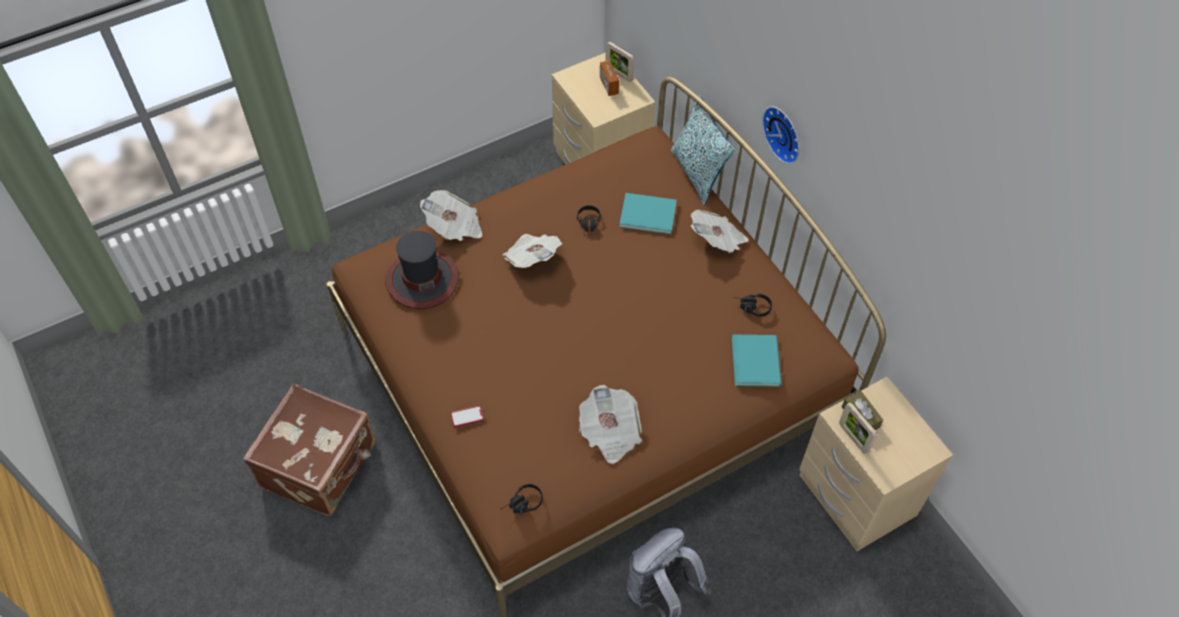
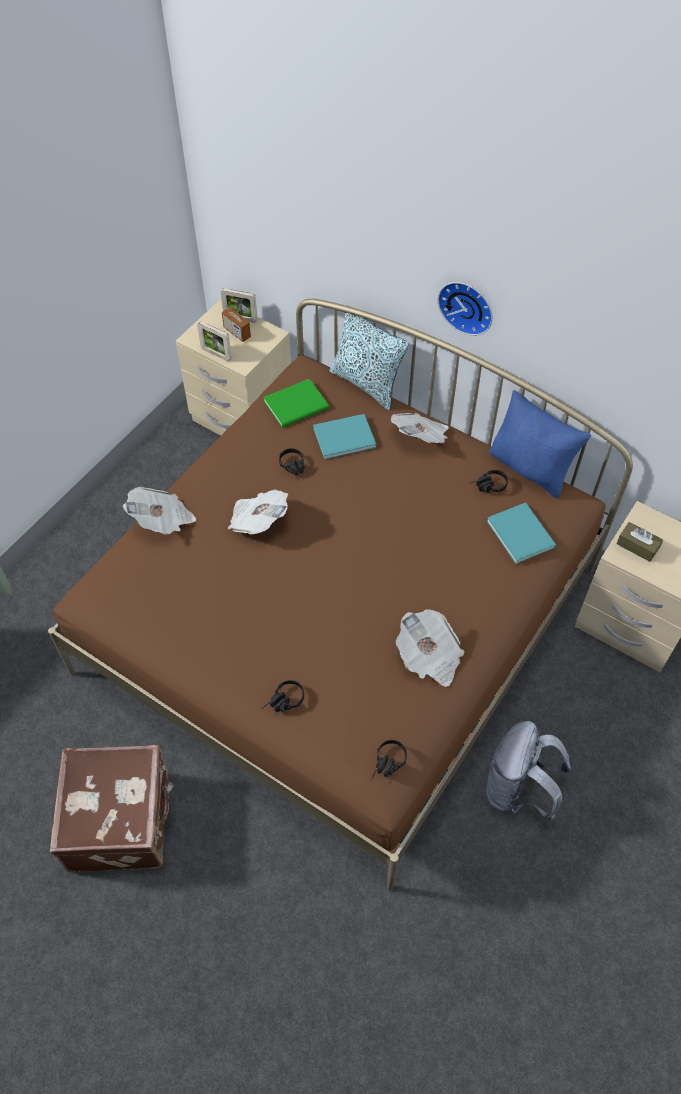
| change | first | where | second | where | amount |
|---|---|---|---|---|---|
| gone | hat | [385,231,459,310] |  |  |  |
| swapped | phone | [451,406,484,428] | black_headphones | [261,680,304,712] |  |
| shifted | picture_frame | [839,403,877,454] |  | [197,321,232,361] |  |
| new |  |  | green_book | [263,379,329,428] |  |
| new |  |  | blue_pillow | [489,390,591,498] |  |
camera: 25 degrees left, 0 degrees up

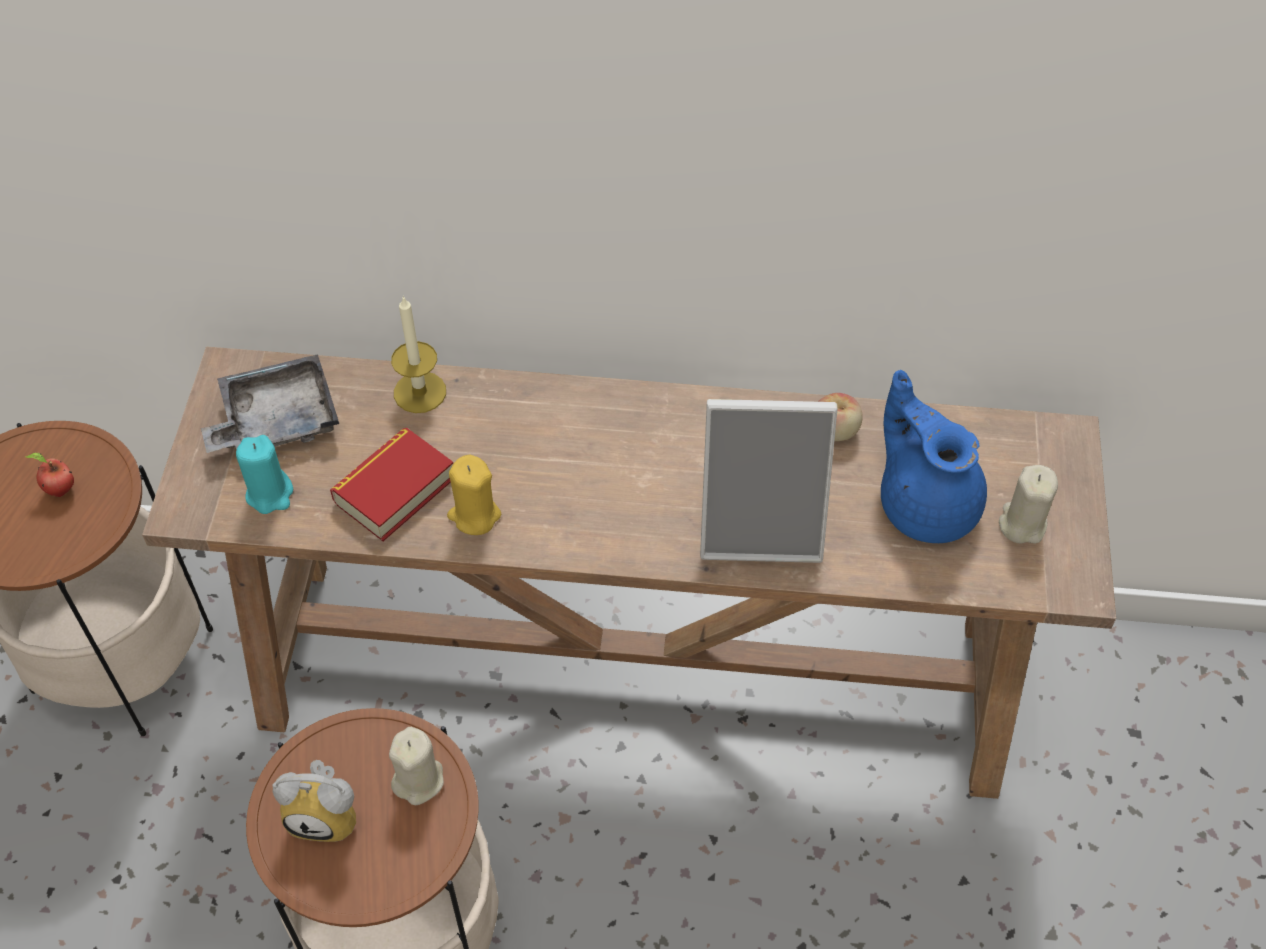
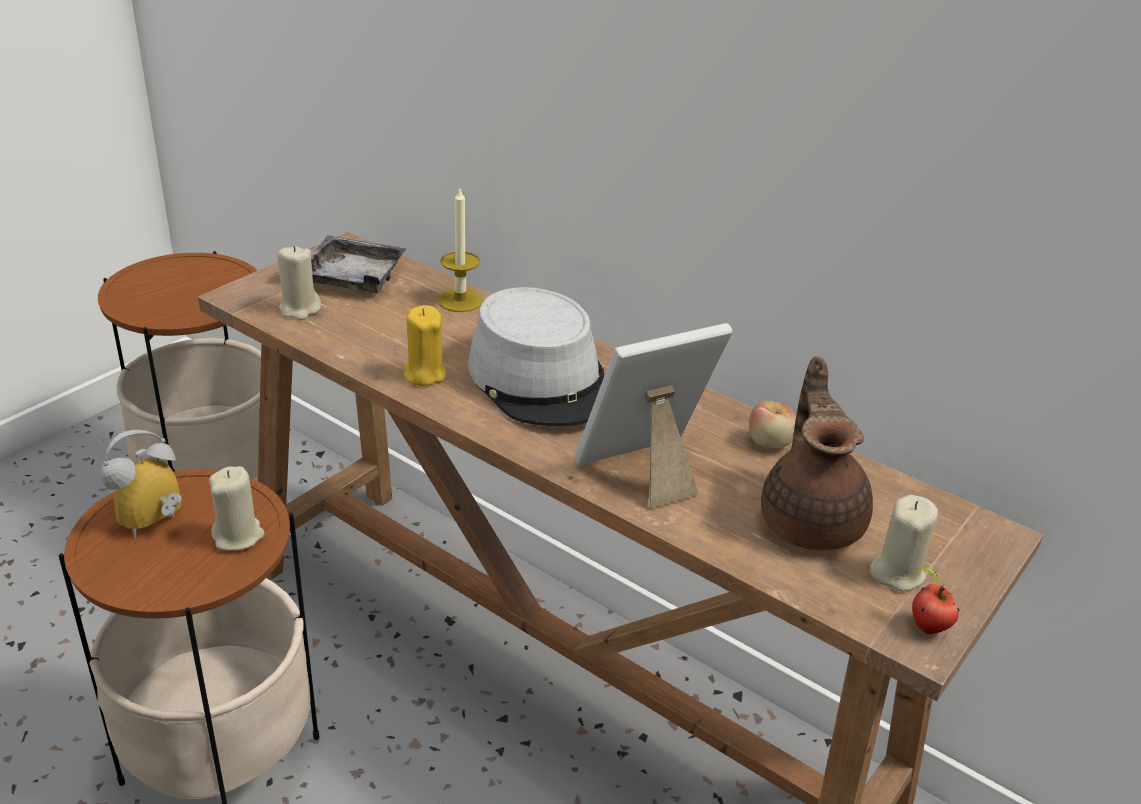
| change | first | where | second | where | amount |
|---|---|---|---|---|---|
| shifted | apple | [25,452,74,497] |  | [912,567,959,634] |  |
| repainted | turquoise_candle | [236,435,293,514] | beige_candle | [277,246,321,320] |  |
| rotated | alarm_clock | [272,760,356,842] |  | [100,430,182,538] | 90 degrees clockwise |
| gone | book | [330,428,453,541] |  |  |  |
| rotated | picture_frame | [700,399,838,563] |  | [575,323,732,509] | 120 degrees clockwise |
| repainted | blue_teapot | [881,370,987,543] | brown_teapot | [761,356,873,551] |  |
| new |  |  | grey_hat | [468,287,604,426] |  |
camera: 30 degrees right, 20 degrees down

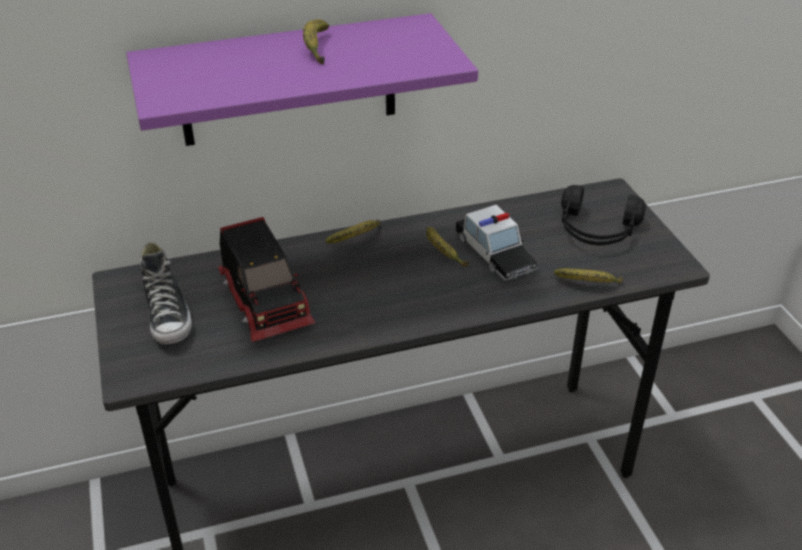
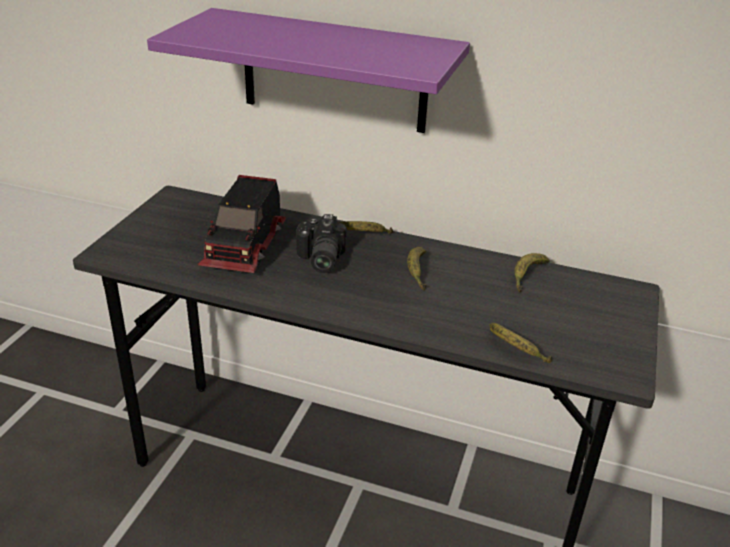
| change | first | where | second | where | amount |
|---|---|---|---|---|---|
| gone | shoe | [140,242,192,344] |  |  |  |
| shifted | banana | [303,19,329,65] |  | [514,253,550,293] |  |
| gone | toy_car | [456,205,538,281] |  |  |  |
| gone | black_headphones | [561,185,646,245] |  |  |  |
| new |  |  | photo_camera | [296,214,347,273] |  |
camera: 35 degrees right, 5 degrees down

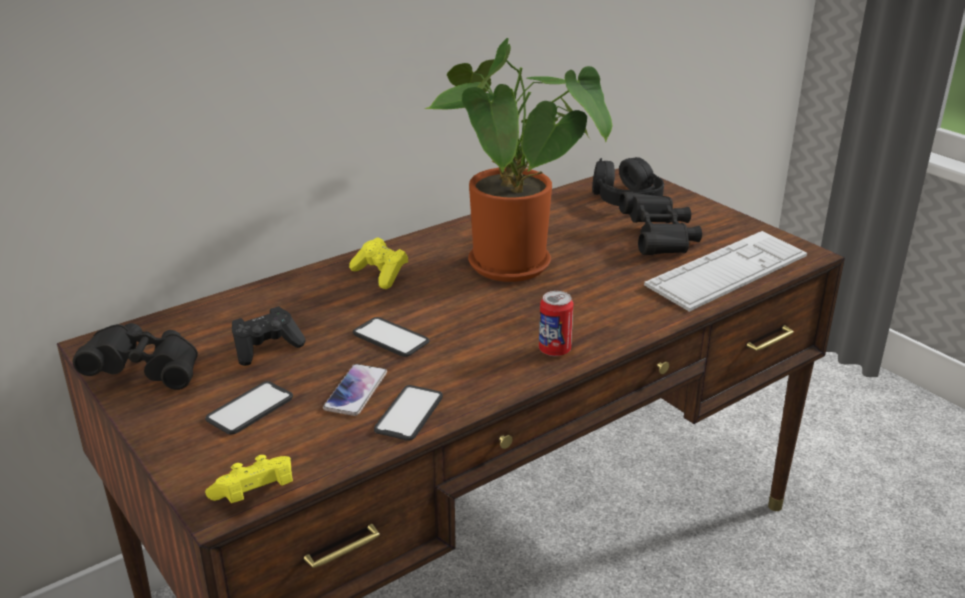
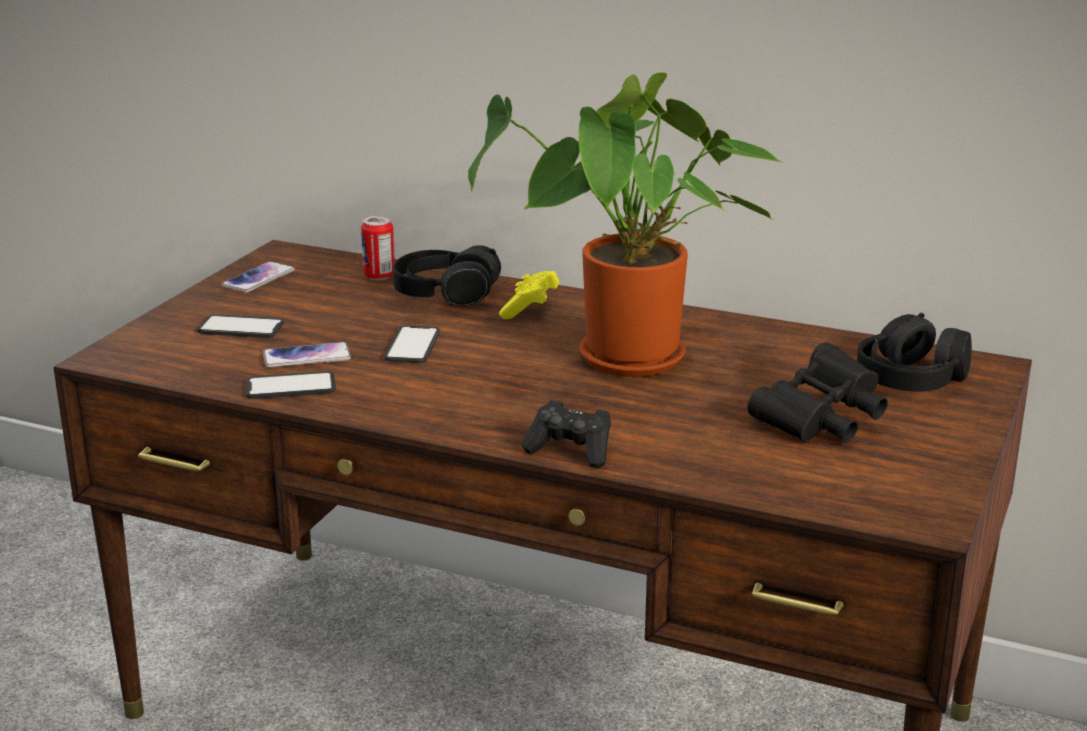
| change | first | where | second | where | amount |
|---|---|---|---|---|---|
| swapped | black_binoculars | [73,323,198,390] | phone | [221,262,295,293] |  |
| gone | yellow_game_controller | [205,455,293,503] |  |  |  |
| shifted | black_game_controller | [232,306,306,366] |  | [522,400,611,468] |  |
| shifted | can | [539,291,573,356] |  | [361,216,395,280] |  |
| gone | keyboard | [644,231,807,312] |  |  |  |
| new |  |  | black_headphones | [393,245,501,306] |  |
camera: 60 degrees right, 5 degrees down

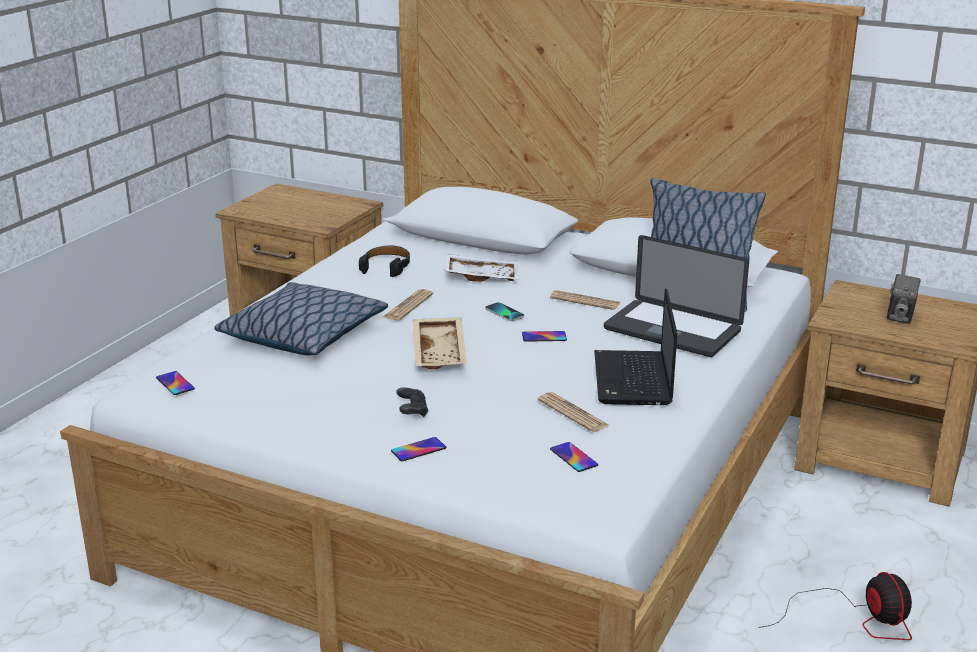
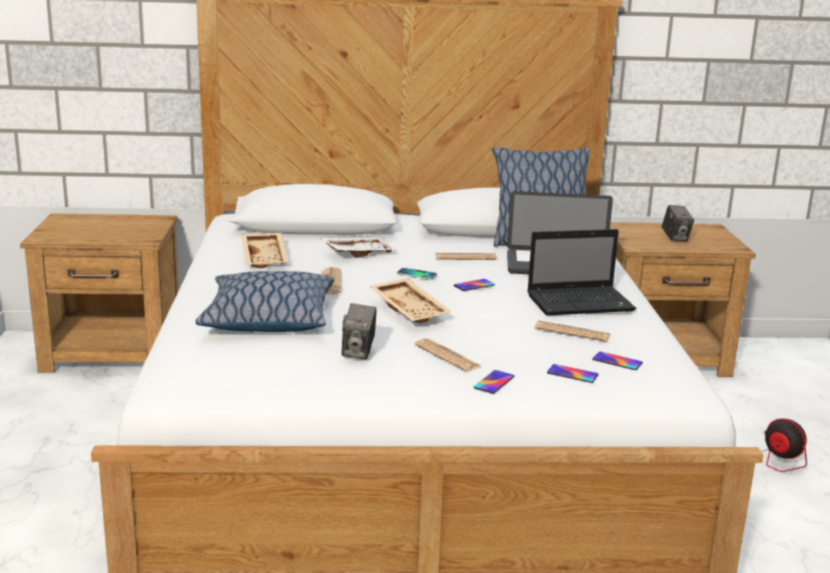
| change | first | where | second | where | amount |
|---|---|---|---|---|---|
| shifted | phone | [156,371,195,395] |  | [547,364,599,383] |  |
| swapped | black_headphones | [359,246,410,277] | beige_tray | [241,233,289,268] |  |
| swapped | black_game_controller | [396,388,428,417] | newspaper | [414,338,482,372] |  |
| rotated | laptop | [594,289,677,405] |  | [527,229,636,315] | 75 degrees counterclockwise |
| new |  |  | photo_camera | [342,303,377,359] |  |
camera: 30 degrees left, 5 degrees down

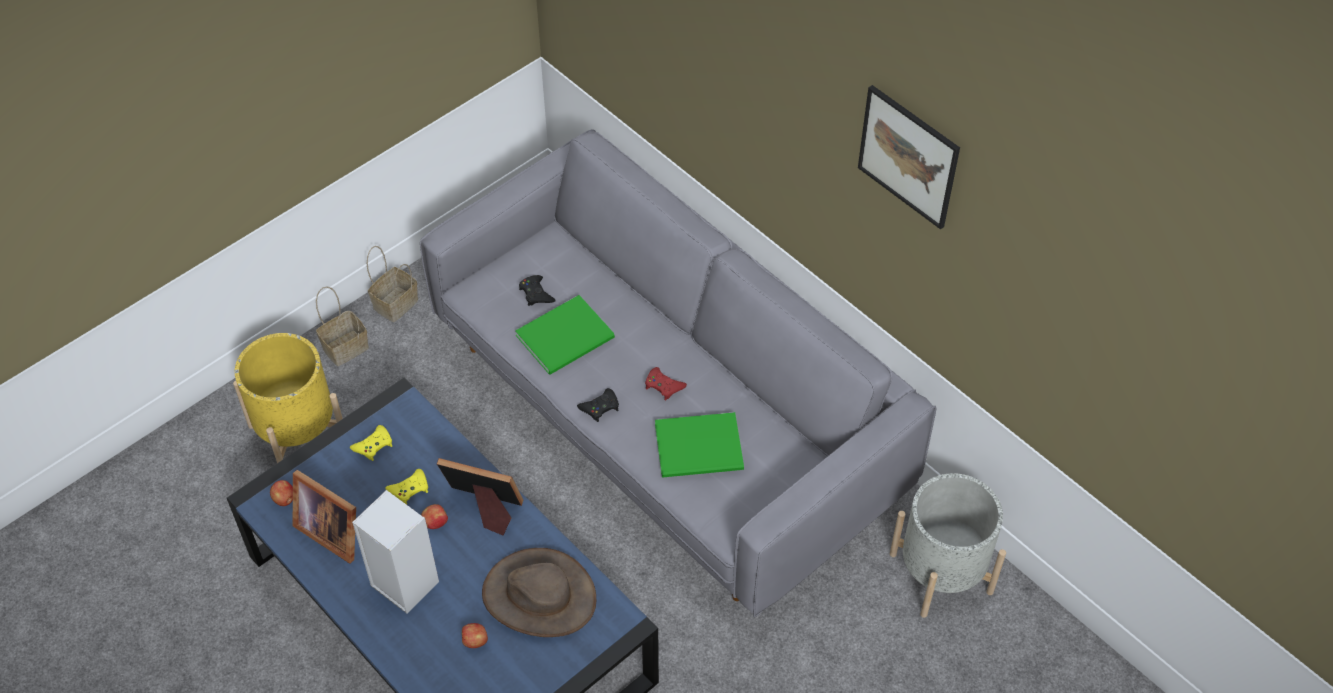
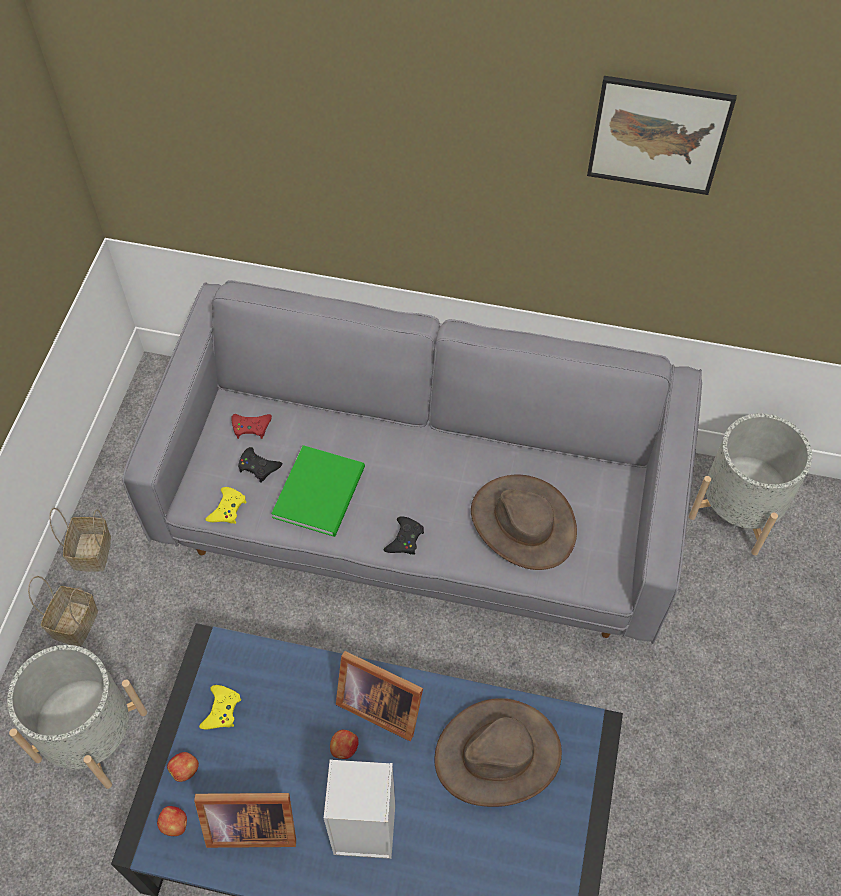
| change | first | where | second | where | amount |
|---|---|---|---|---|---|
| repainted | yellow_planter | [233,333,343,463] | grey_planter | [7,645,147,789] |  |
| shifted | yellow_game_controller | [385,469,428,505] |  | [205,487,246,524] |  |
| rotated | picture_frame | [437,458,523,535] |  | [336,651,423,741] | 135 degrees counterclockwise |
| shifted | apple | [462,623,488,648] |  | [167,752,199,782] |  |
| shifted | red_game_controller | [645,367,687,400] |  | [231,414,272,439] |  |
| swapped | green_book | [655,412,744,478] | brown_hat | [471,475,577,570] |  |
camera: 35 degrees left, 5 degrees up

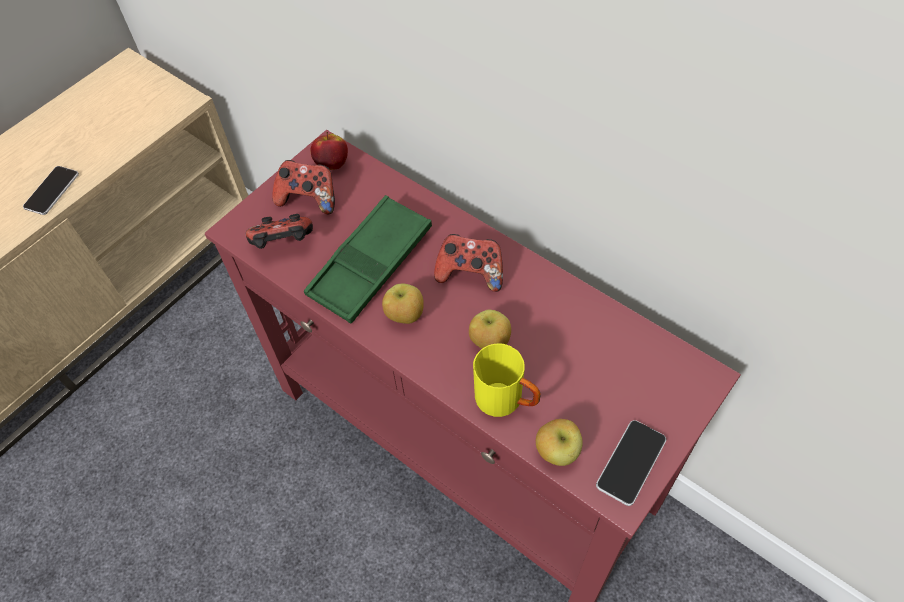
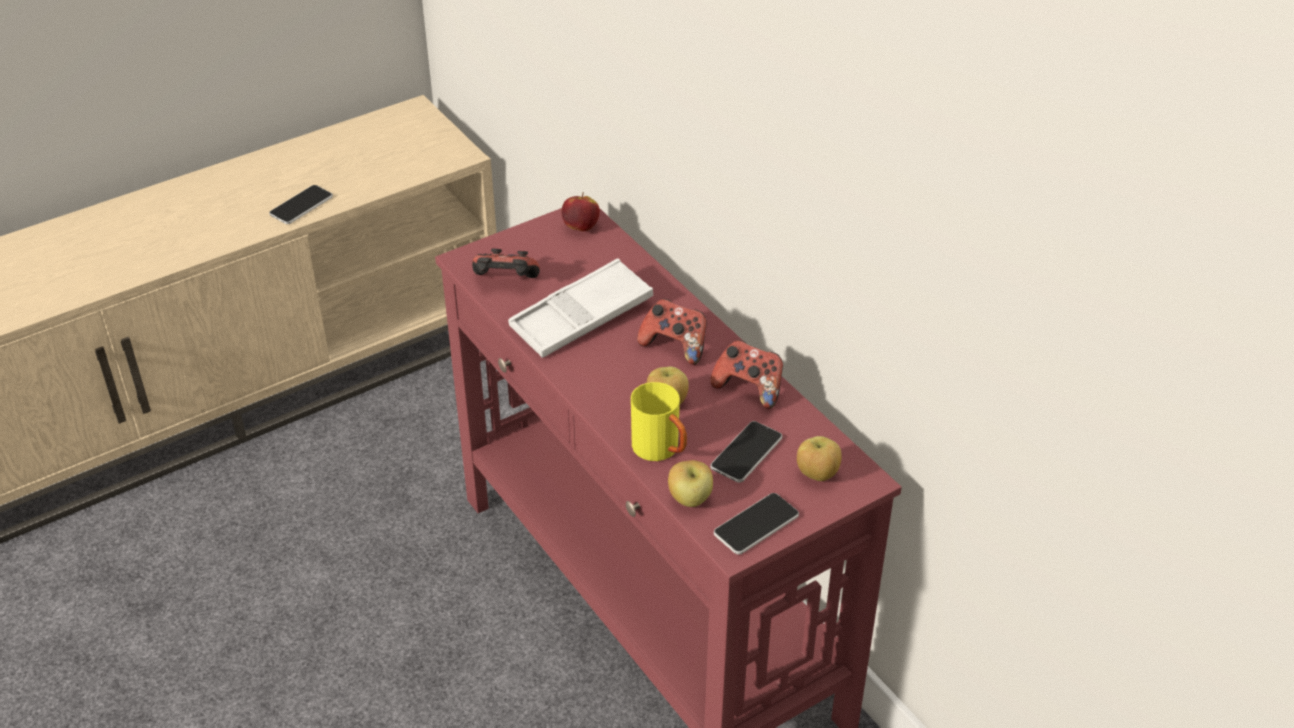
| change | first | where | second | where | amount |
|---|---|---|---|---|---|
| shifted | game_controller | [272,160,335,214] |  | [710,340,783,409] |  |
| repainted | green_tray | [304,195,432,324] | white_tray | [508,258,653,358] |  |
| shifted | apple | [382,283,424,324] |  | [797,436,842,481] |  |
| new |  |  | phone | [711,421,782,483] |  |
camera: 15 degrees right, 15 degrees down

